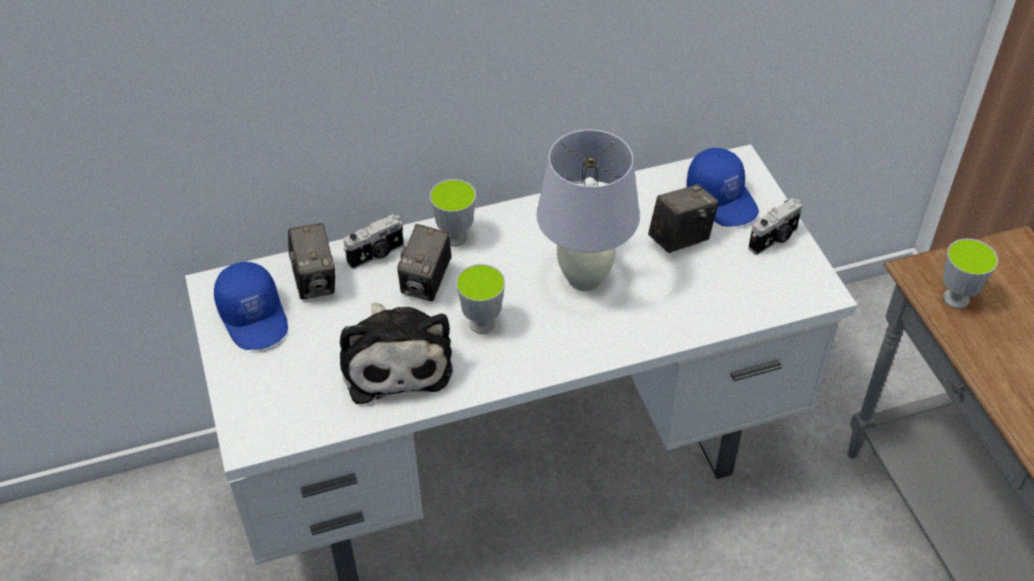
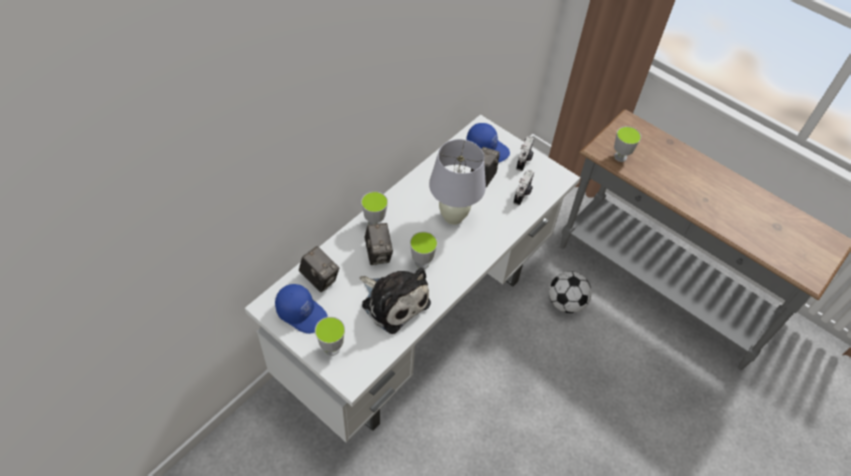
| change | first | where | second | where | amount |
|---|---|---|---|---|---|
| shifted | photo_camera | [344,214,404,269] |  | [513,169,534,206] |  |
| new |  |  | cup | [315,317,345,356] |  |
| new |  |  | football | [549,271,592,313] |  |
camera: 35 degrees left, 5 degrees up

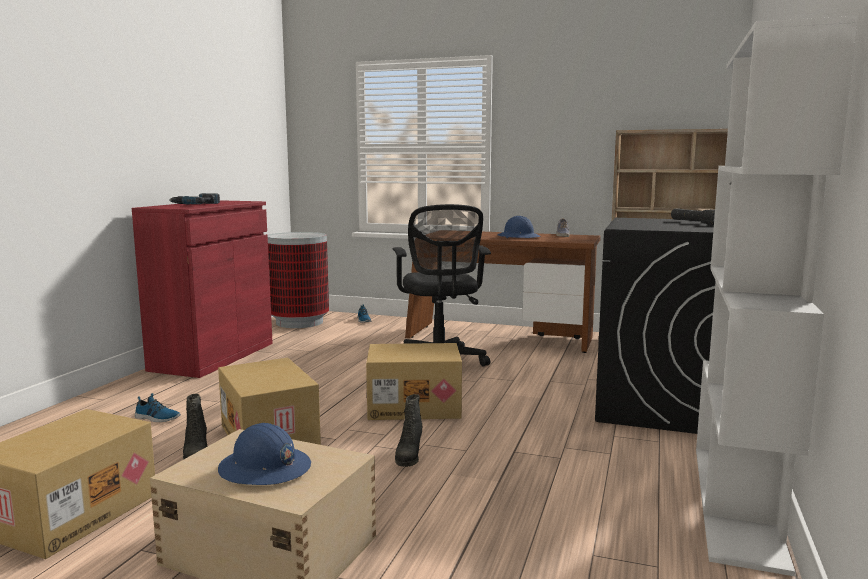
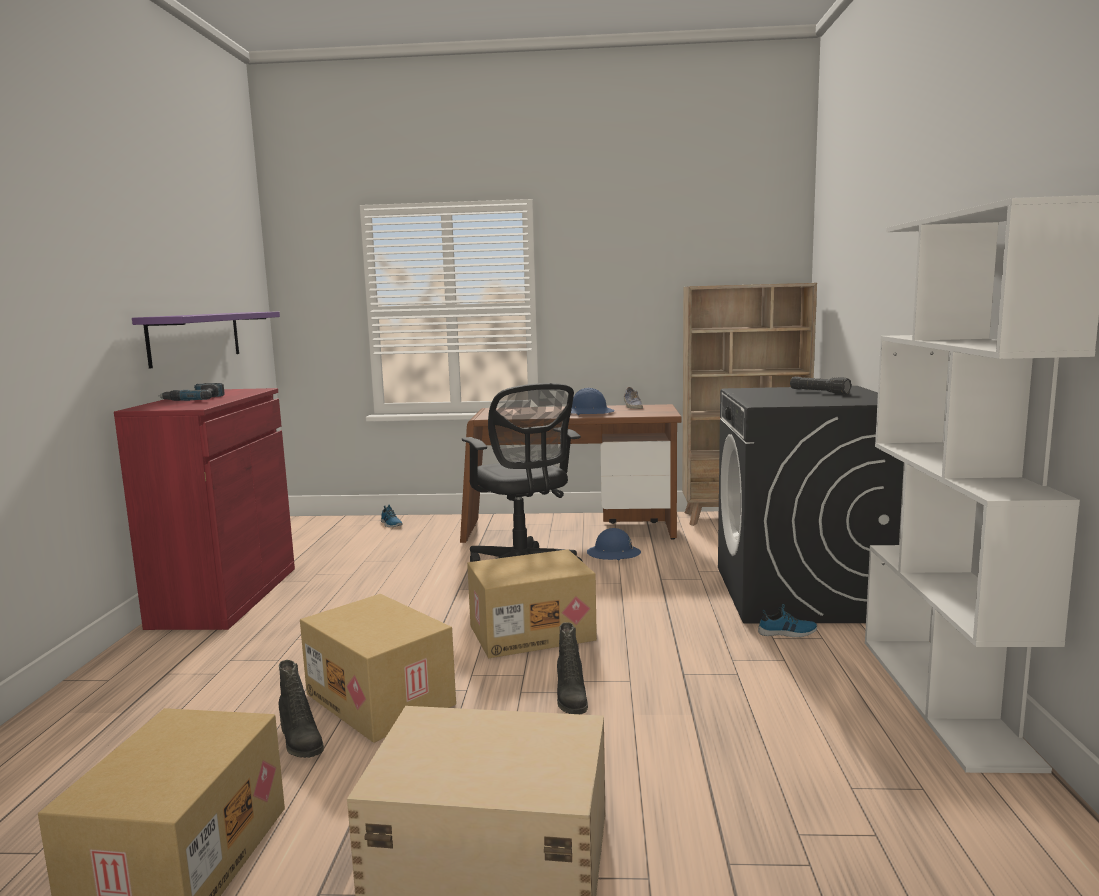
| change | first | where | second | where | amount |
|---|---|---|---|---|---|
| shifted | shoe | [135,393,181,422] |  | [758,604,817,637] |  |
| shifted | blue_hard_hat | [218,423,311,485] |  | [587,528,641,560] |  |
| gone | trash_can | [267,232,329,328] |  |  |  |
| new |  |  | purple_shelf | [132,312,280,368] |  |
camera: 15 degrees left, 0 degrees up

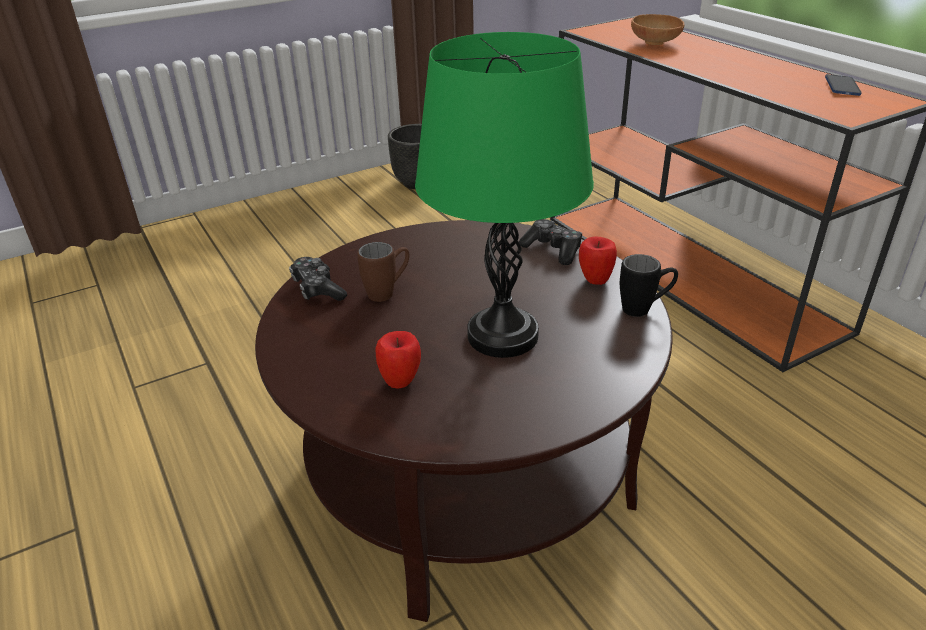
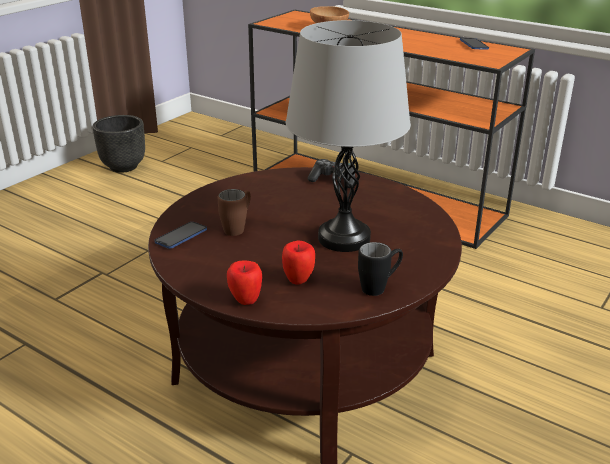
| change | first | where | second | where | amount |
|---|---|---|---|---|---|
| swapped | game_controller | [289,257,347,301] | phone | [154,222,207,249] |  |
| repainted | green_table_lamp | [415,32,594,358] | grey_table_lamp | [286,20,411,252] |  |
| shifted | apple | [579,236,617,285] |  | [227,260,262,305] |  |
| shifted | black_mug | [620,254,678,317] |  | [358,242,403,296] |  |
camera: 25 degrees left, 5 degrees down

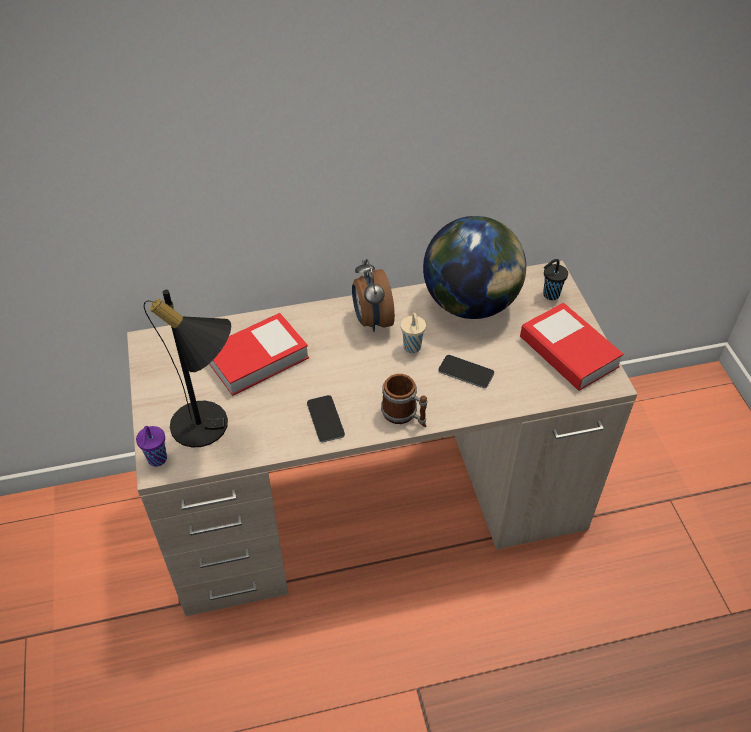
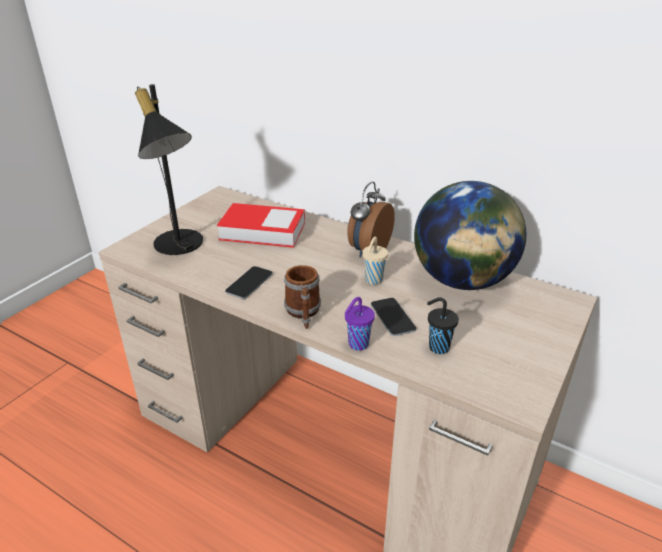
| change | first | where | second | where | amount |
|---|---|---|---|---|---|
| shifted | purple_cup | [136,426,167,467] |  | [345,297,375,351] |  |
| gone | book | [520,302,623,391] |  |  |  |
| shifted | black_cup | [543,259,568,300] |  | [427,297,459,354] |  |
camera: 45 degrees right, 15 degrees down

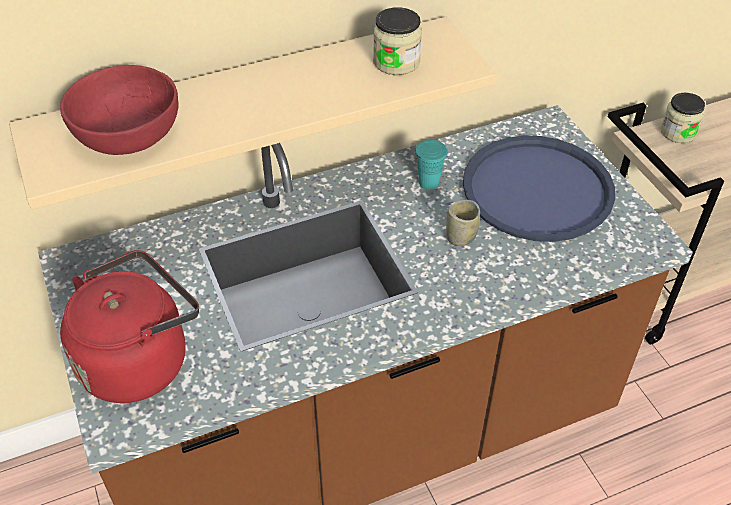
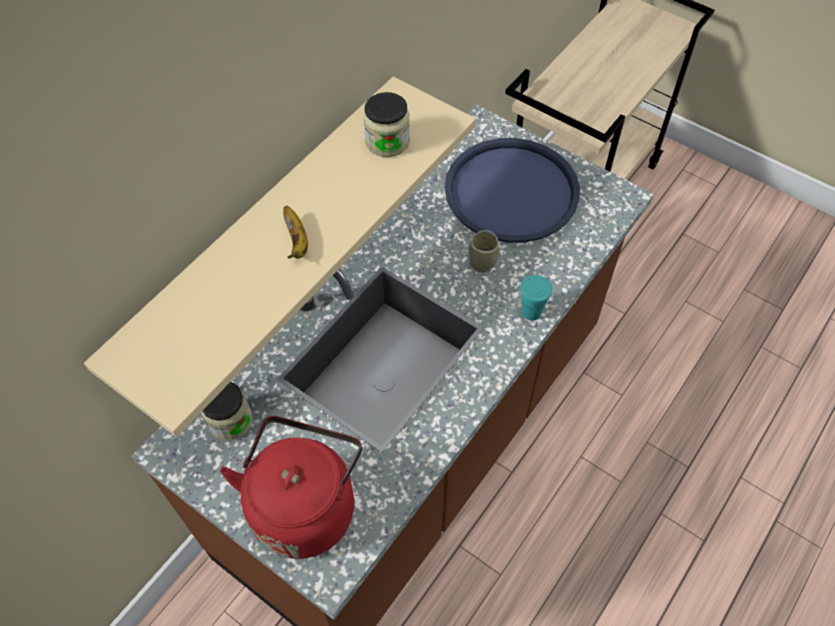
| change | first | where | second | where | amount |
|---|---|---|---|---|---|
| gone | red_bowl | [60,65,178,155] |  |  |  |
| shifted | turquoise_cup | [415,140,447,190] |  | [520,275,552,320] |  |
| shifted | jar | [661,93,705,143] |  | [201,382,253,440] |  |
| new |  |  | banana | [283,206,308,259] |  |
camera: 30 degrees left, 10 degrees up

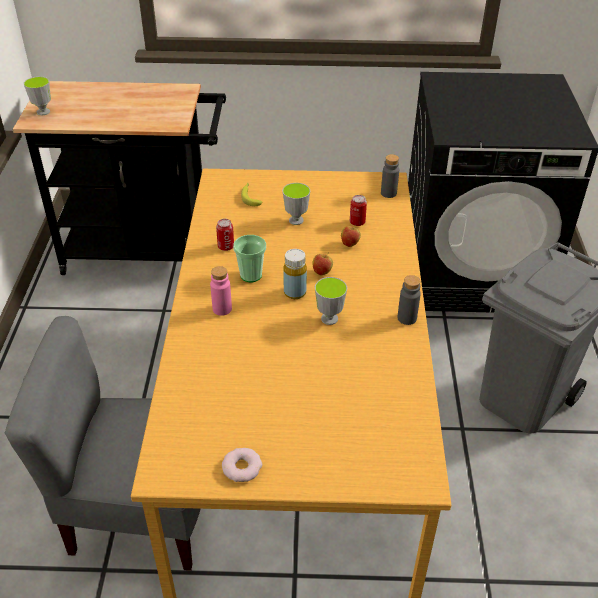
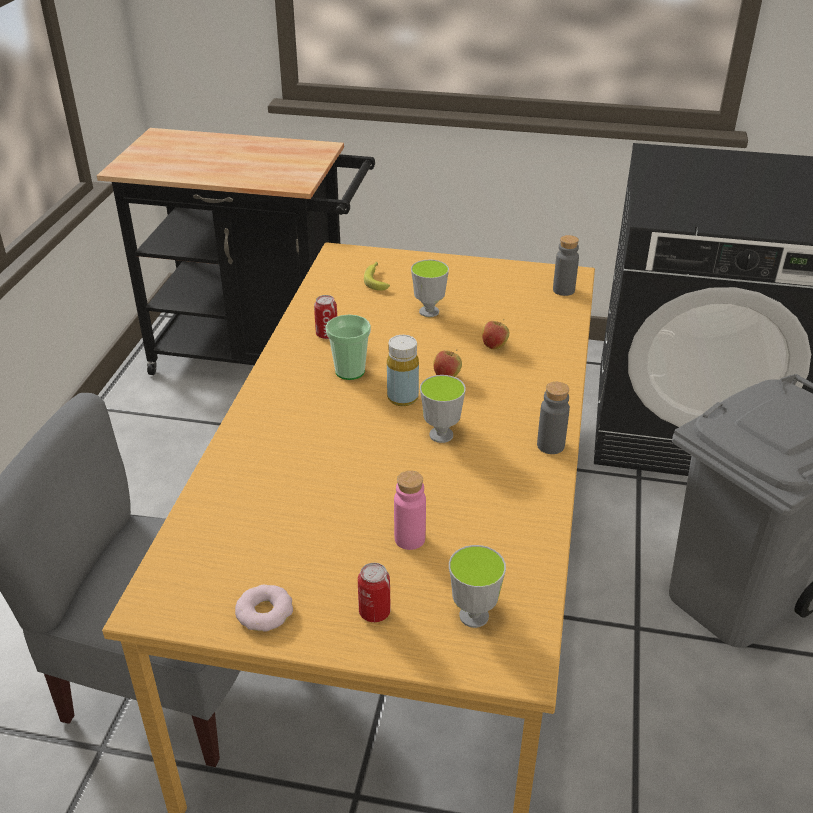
| change | first | where | second | where | amount |
|---|---|---|---|---|---|
| shifted | cup | [23,76,51,115] |  | [449,545,506,628] |  |
| shifted | pink_bottle | [210,266,232,316] |  | [394,471,426,550] |  |
| shifted | can | [350,195,367,226] |  | [358,563,391,622] |  |
camera: 10 degrees right, 5 degrees down

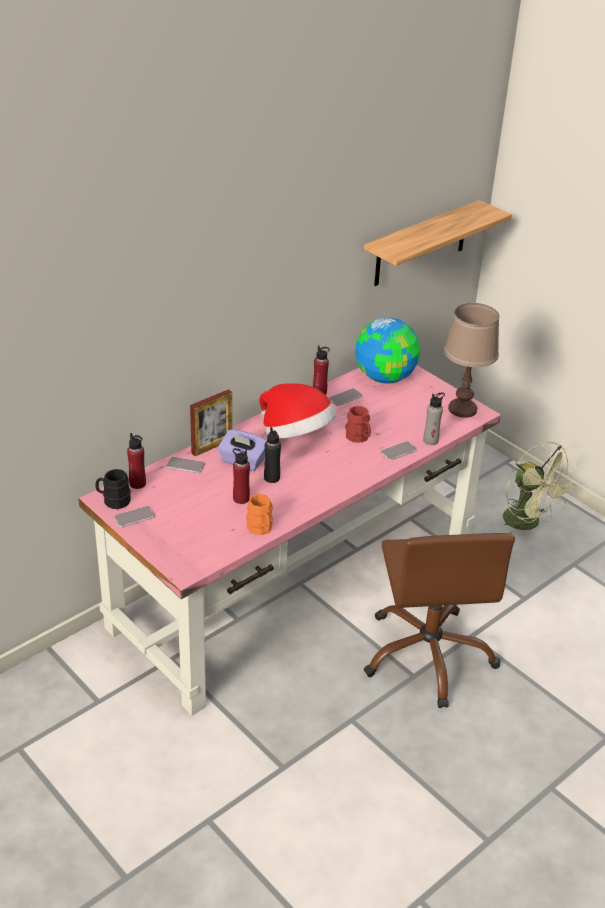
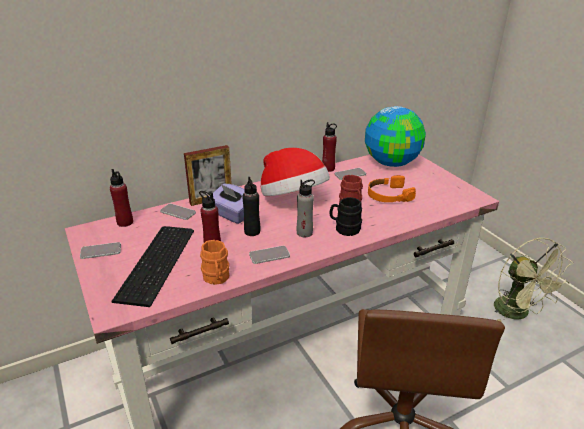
| change | first | where | second | where | amount |
|---|---|---|---|---|---|
| shifted | black_mug | [95,469,131,509] |  | [329,197,362,236] |  |
| gone | shelf | [364,200,512,286] |  |  |  |
| shifted | phone | [381,441,417,460] |  | [249,246,290,264] |  |
| shifted | grey_bottle | [423,392,445,445] |  | [297,180,315,238] |  |
| gone | brown_table_lamp | [444,303,499,418] |  |  |  |
| new |  |  | keyboard | [111,226,194,307] |  |
| new |  |  | orange_headphones | [368,175,416,202] |  |
camera: 15 degrees right, 5 degrees down

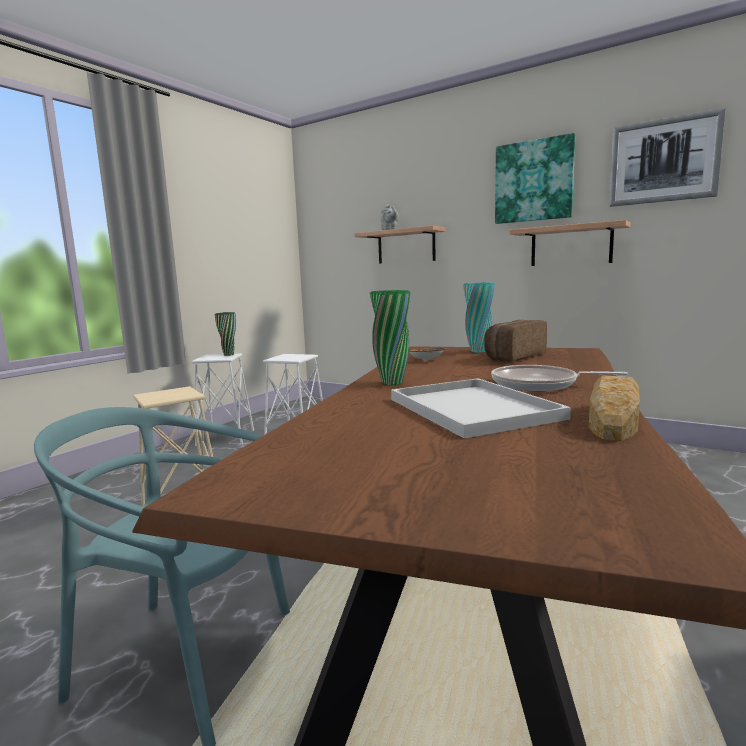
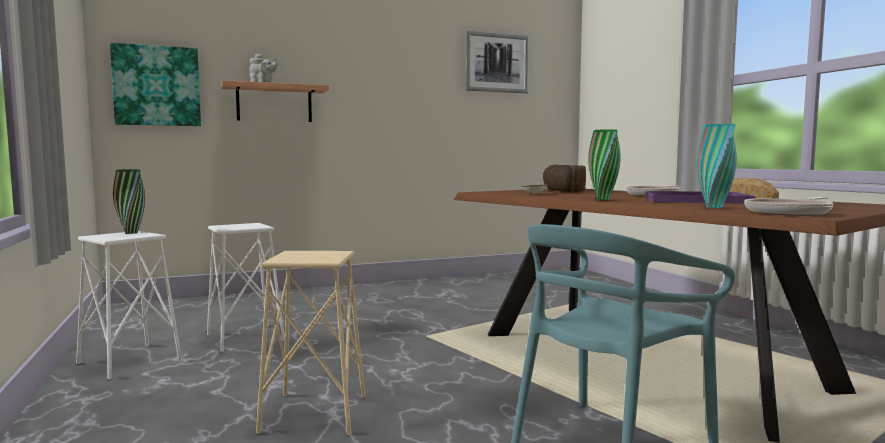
| change | first | where | second | where | amount |
|---|---|---|---|---|---|
| repainted | white_tray | [391,378,571,438] | purple_tray | [645,191,756,204] |  |
| shifted | turquoise_vase | [463,283,495,353] |  | [697,124,737,208] |  |
| shifted | picture | [495,133,575,224] |  | [110,43,201,126] |  |
| gone | shelf | [509,220,630,266] |  |  |  |
| new |  |  | frying_pan | [744,197,833,216] |  |
camera: 55 degrees left, 5 degrees down

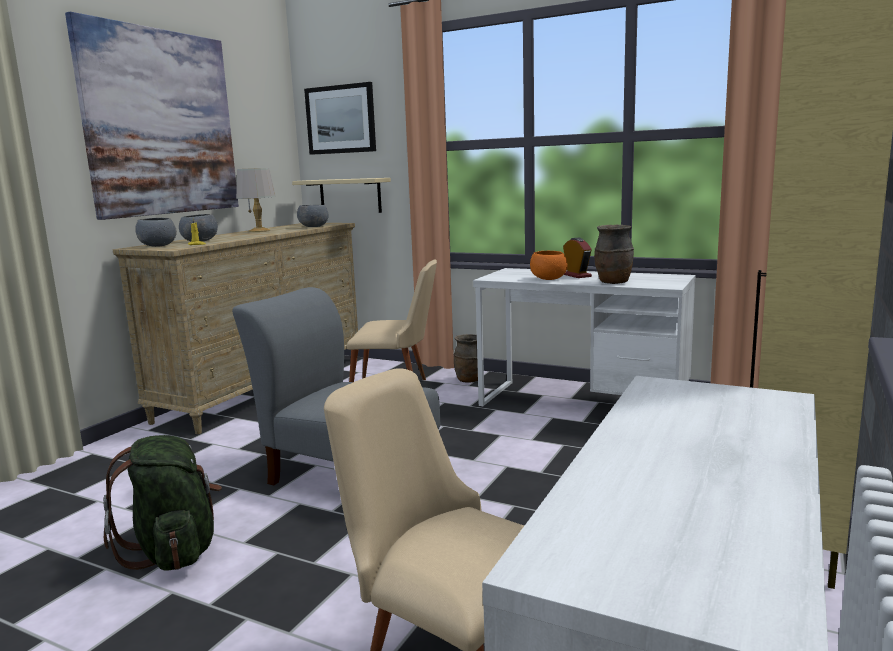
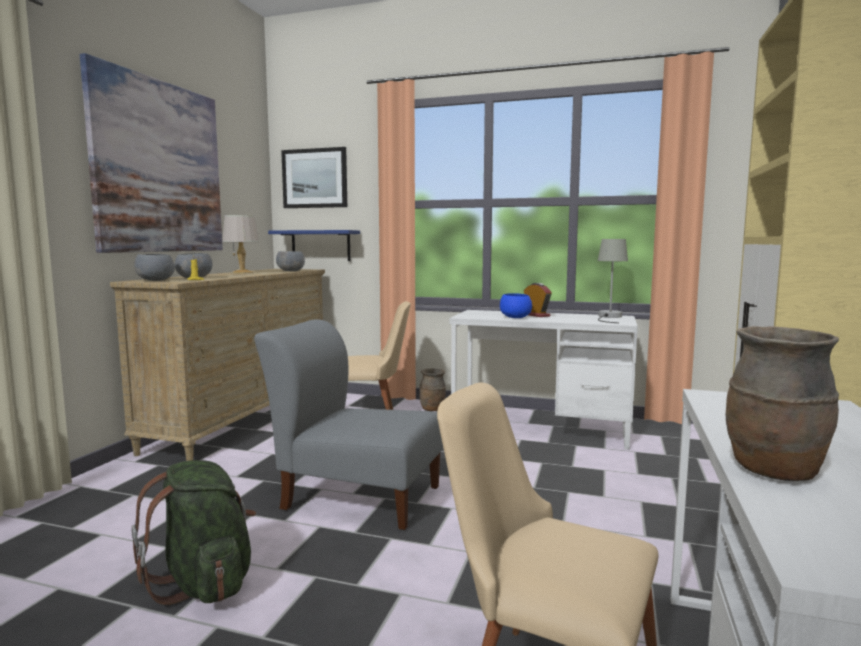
| change | first | where | second | where | amount |
|---|---|---|---|---|---|
| repainted | beige_shelf | [292,178,391,213] | blue_shelf | [268,230,360,261] |  |
| repainted | orange_bowl | [530,251,568,280] | blue_bowl | [500,293,532,318] |  |
| shifted | brown_vase | [594,225,634,284] |  | [726,326,839,481] |  |
| new |  |  | grey_table_lamp | [598,239,628,323] |  |
camera: 10 degrees left, 5 degrees down

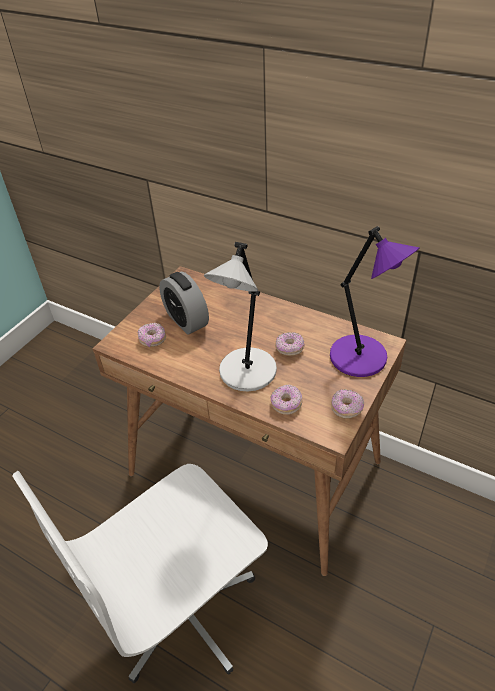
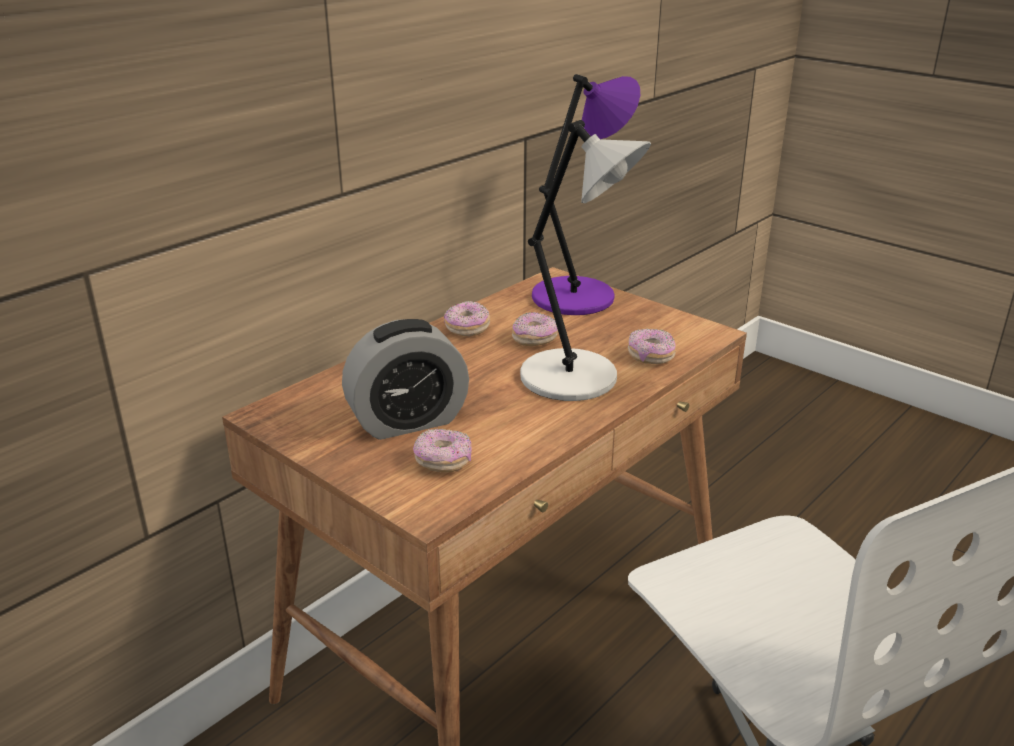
| change | first | where | second | where | amount |
|---|---|---|---|---|---|
| shifted | donut | [331,389,364,419] |  | [444,301,490,336] |  |
camera: 80 degrees left, 15 degrees down

